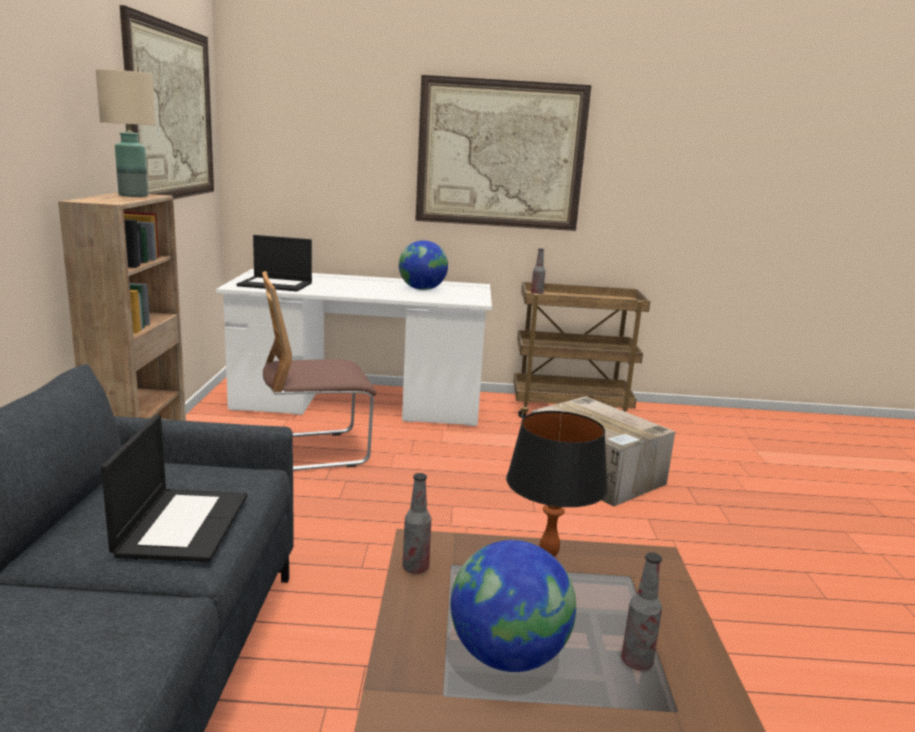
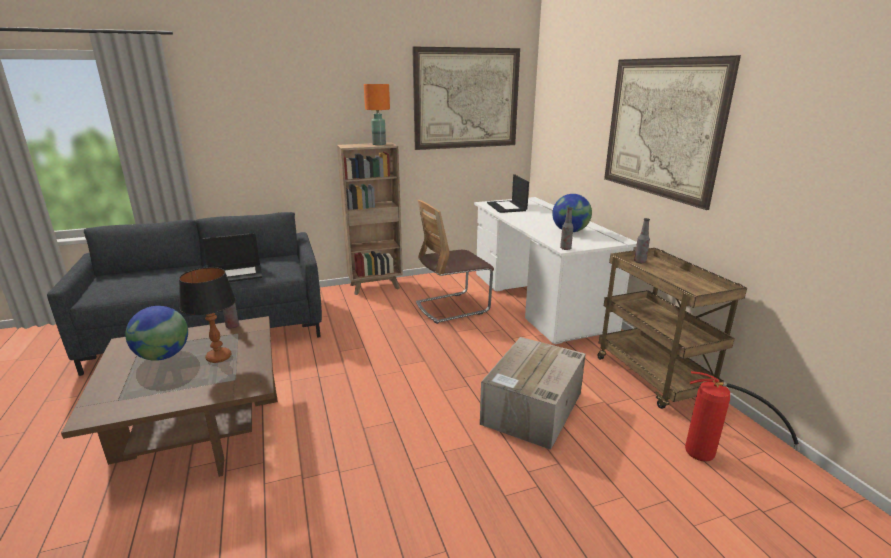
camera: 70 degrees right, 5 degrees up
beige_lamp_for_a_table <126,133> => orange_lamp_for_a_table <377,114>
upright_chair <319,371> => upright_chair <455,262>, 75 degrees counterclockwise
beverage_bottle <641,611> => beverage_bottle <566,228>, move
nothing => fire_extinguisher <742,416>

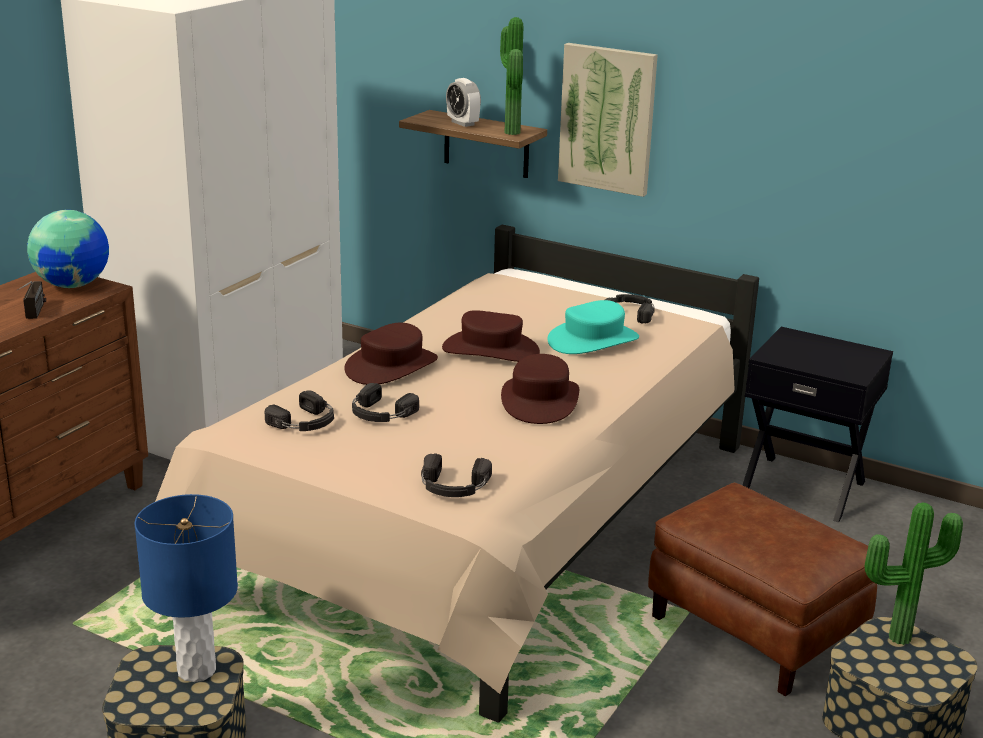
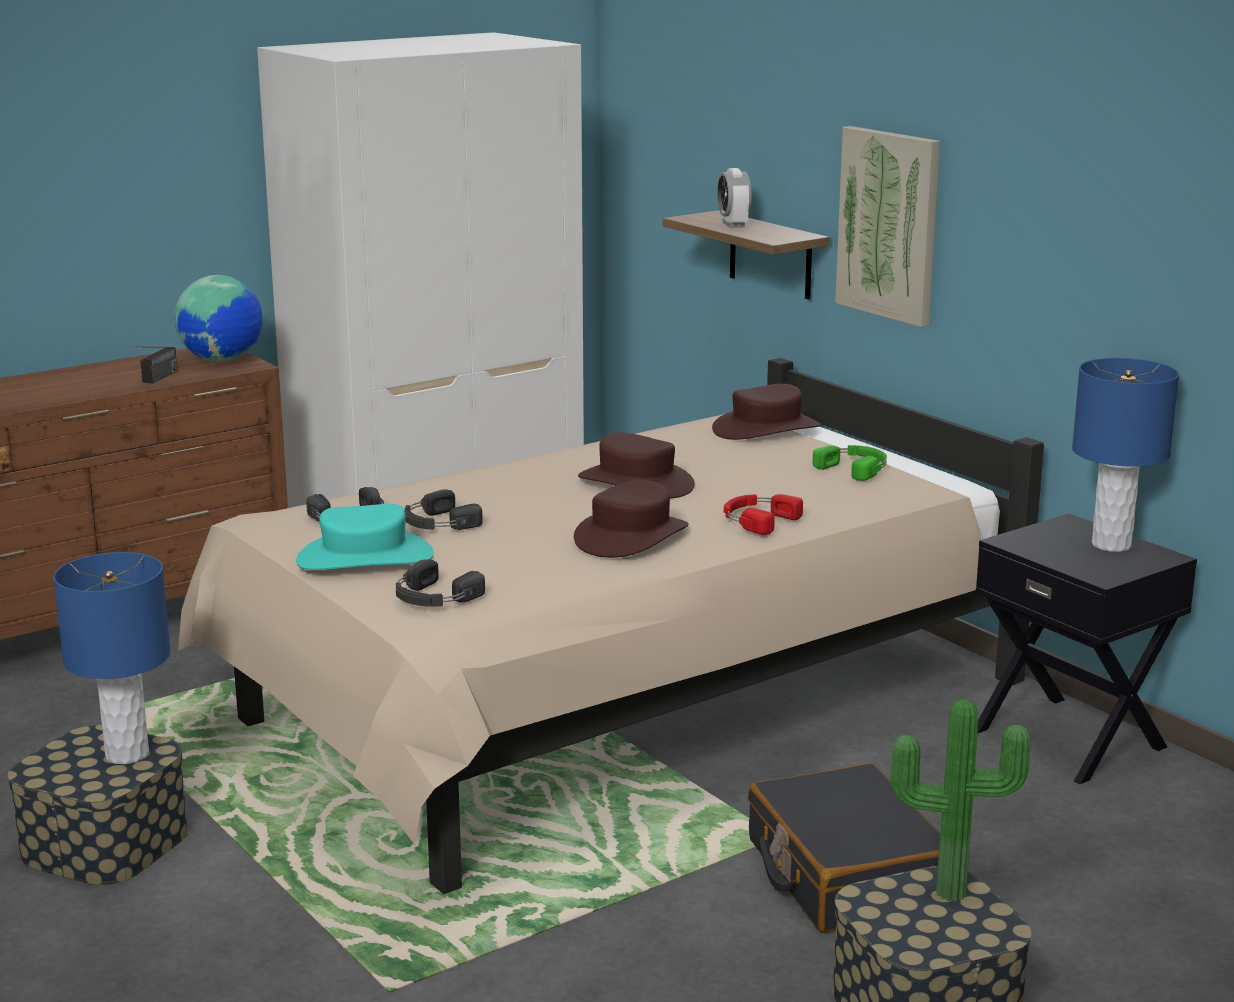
camera: 25 degrees right, 5 degrees down
potted_plant <511,76> => nothing
black-coloured_pair_of_headphones <630,309> => greenish_pair_of_headphones <850,463>
blue-green_clothing_hat <593,327> => blue-green_clothing_hat <365,537>, move
brown-coloured_clothing_hat <391,354> => brown-coloured_clothing_hat <766,412>, move
brown-coloured_pouffe <762,589> => black-coloured_travel_case <844,848>
nothing => blue-coloured_lamp_for_a_table <1125,455>
nothing => red-coloured_pair_of_headphones <763,514>

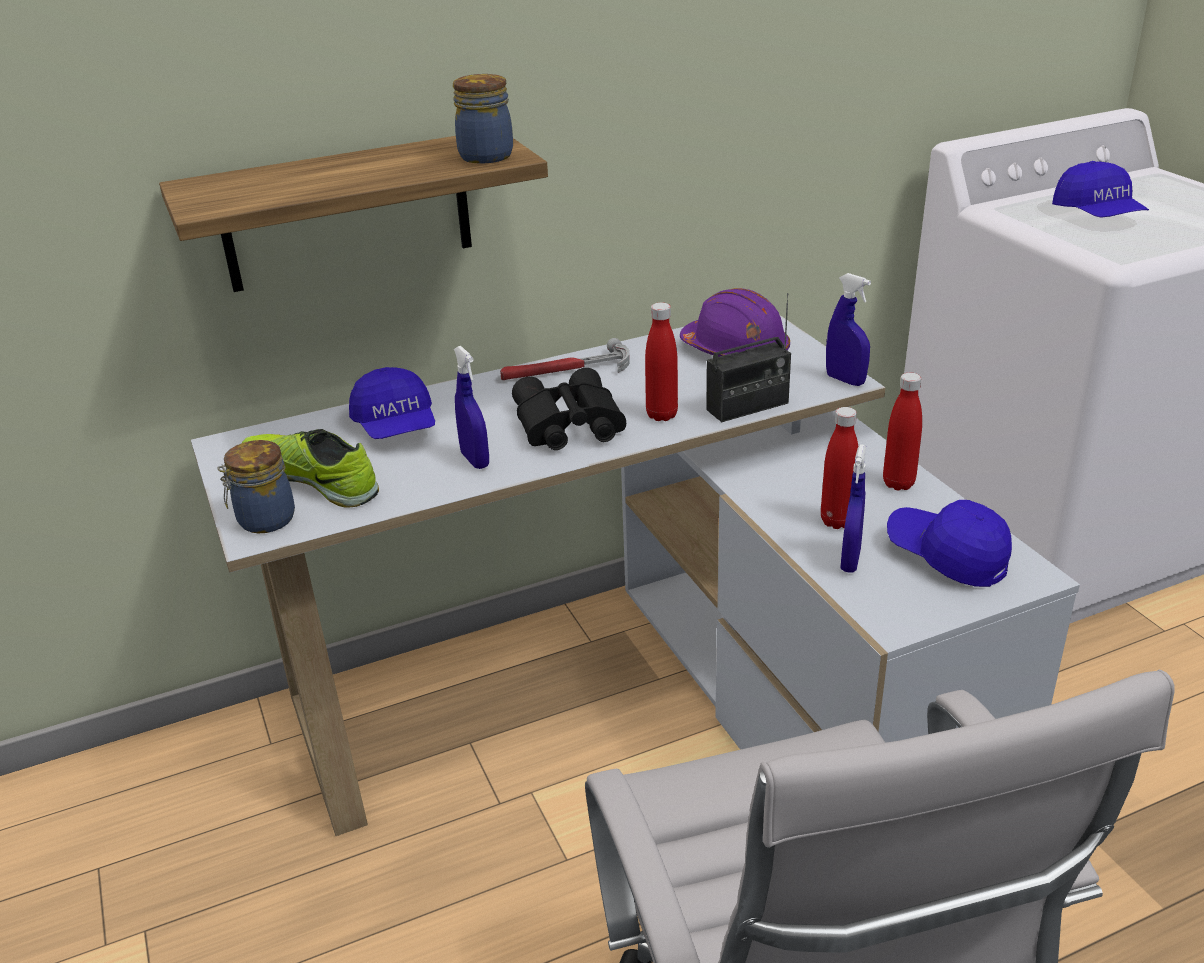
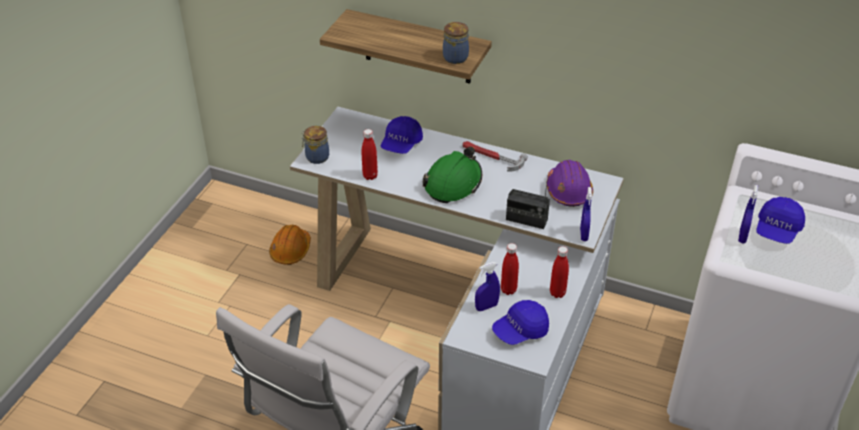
camera: 45 degrees right, 10 degrees up
red-coloured_beverage_bottle <661,361> => red-coloured_beverage_bottle <370,154>, move
blue-coloured_spray_bottle <471,407> => blue-coloured_spray_bottle <748,214>, move
black-coloured_pair_of_binoculars <569,409> => greenish_work_helmet <452,175>
item_of_footwear <310,468> => nothing
blue-coloured_cap <949,543> => blue-coloured_cap <520,322>, 120 degrees counterclockwise
nothing => orange_work_helmet <290,245>

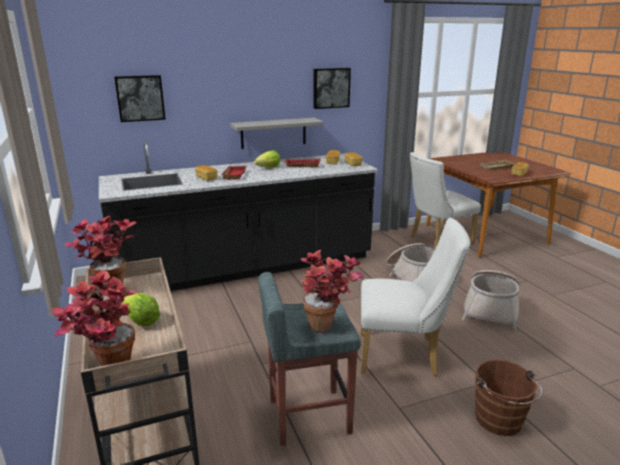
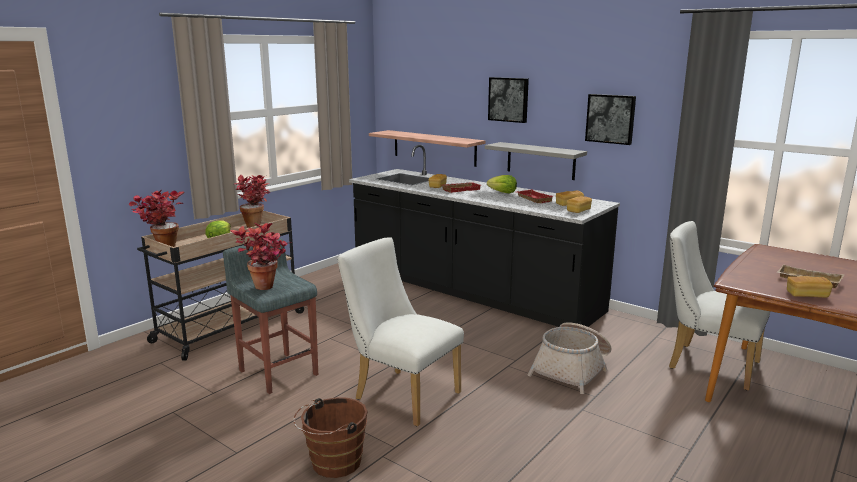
camera: 60 degrees right, 5 degrees down
wall_picture <140,98> => wall_picture <508,100>, move
white-coloured_upright_chair <415,297> => white-coloured_upright_chair <400,331>, 150 degrees clockwise
storage_basket <491,300> => nothing
nothing => wall_shelf <427,148>

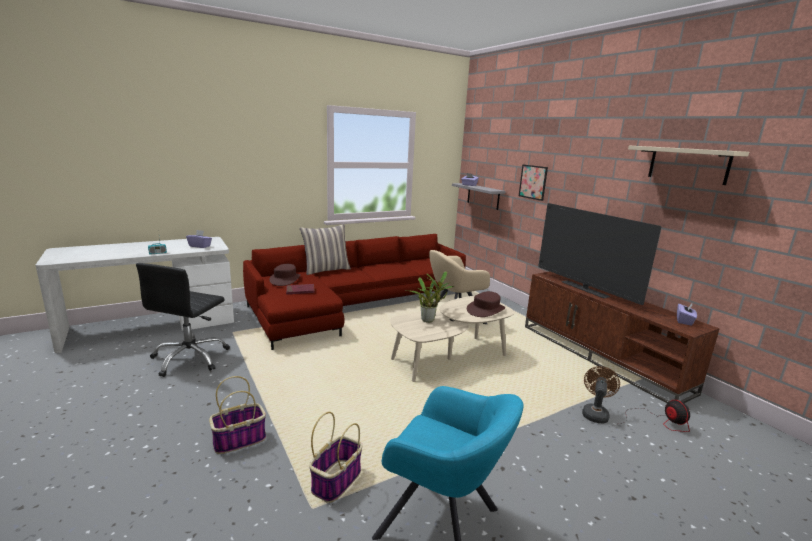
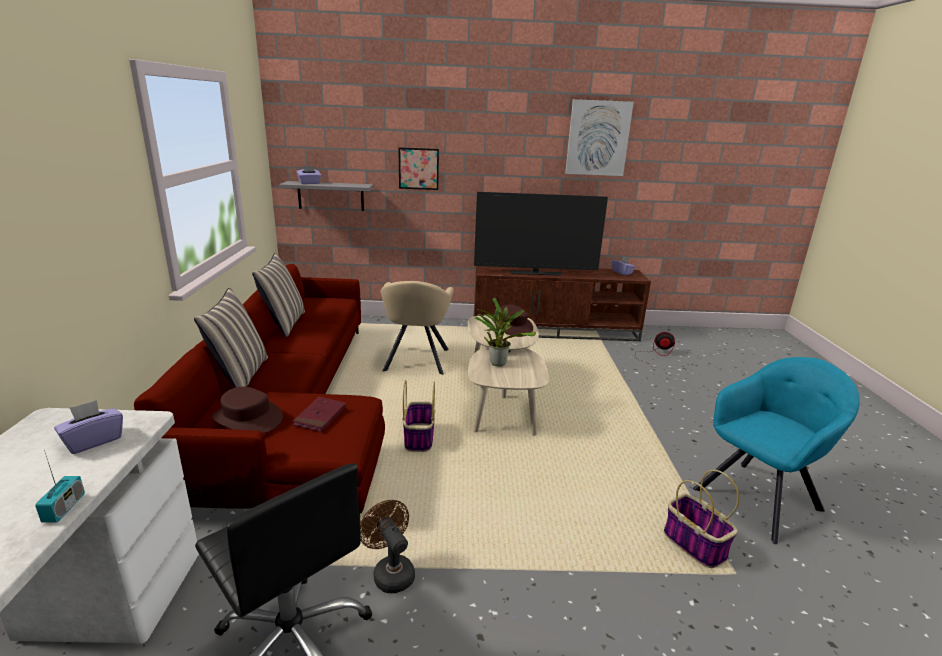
camera: 60 degrees left, 5 degrees up
beige_wall_shelf <688,165> => wall_picture <599,137>
brown-coloured_fan <601,394> => brown-coloured_fan <387,546>, move
storage_basket <237,415> => storage_basket <419,416>, move
nothing => throw_pillow <278,295>

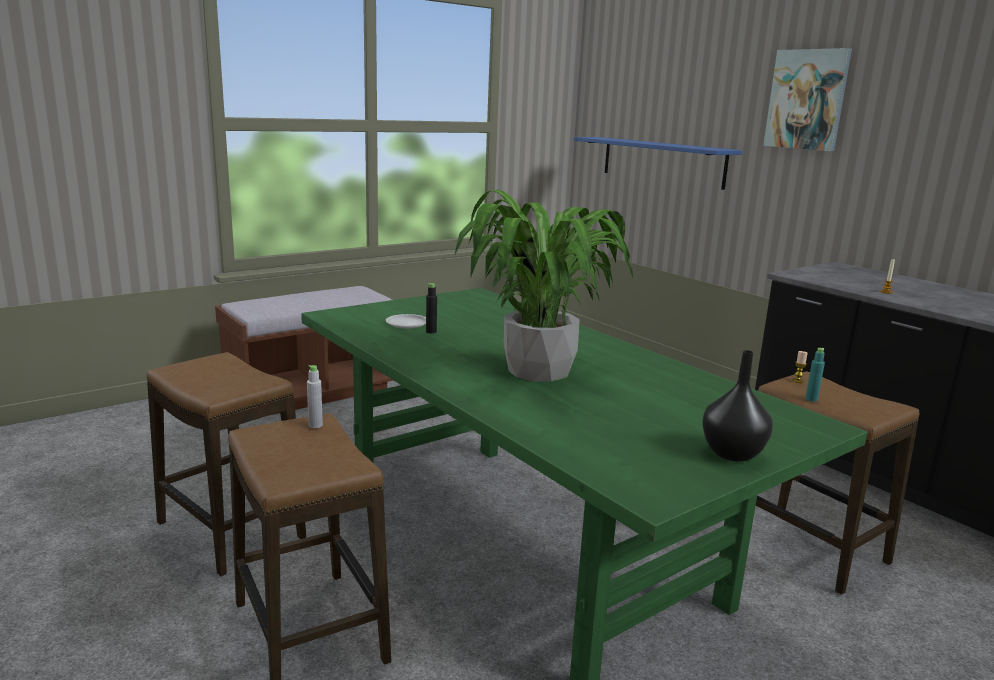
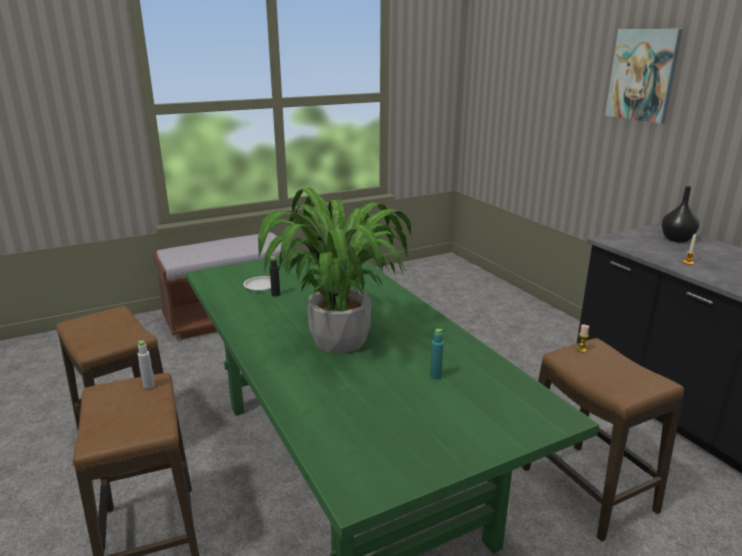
camera: 10 degrees right, 5 degrees up
blue-coloured_wall_shelf <658,163> => nothing
blue-green_beverage_bottle <815,375> => blue-green_beverage_bottle <437,354>, move
black-coloured_decorative_vase <737,406> => black-coloured_decorative_vase <680,214>, move

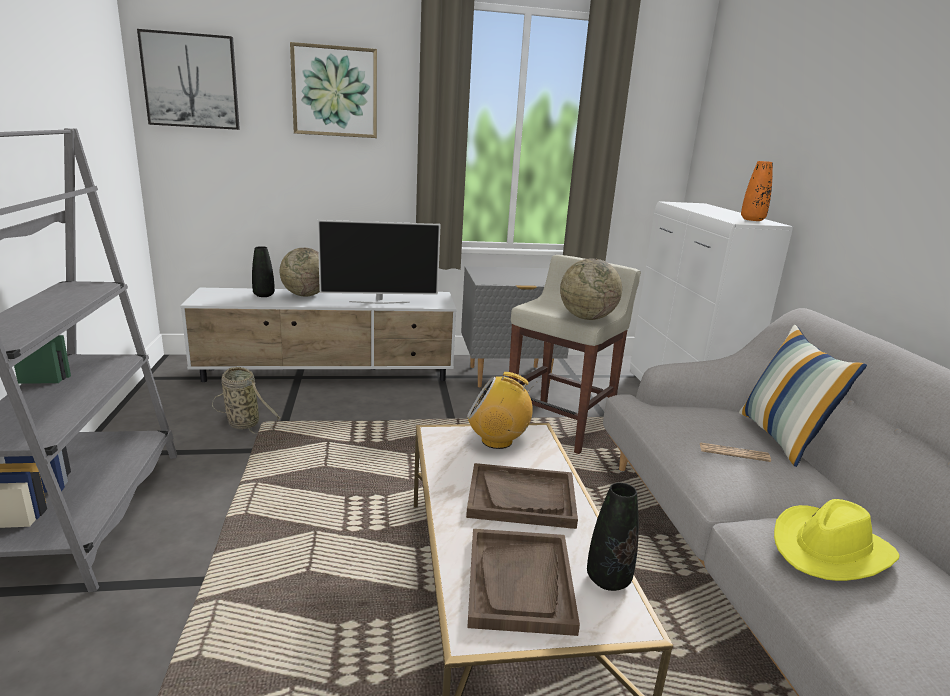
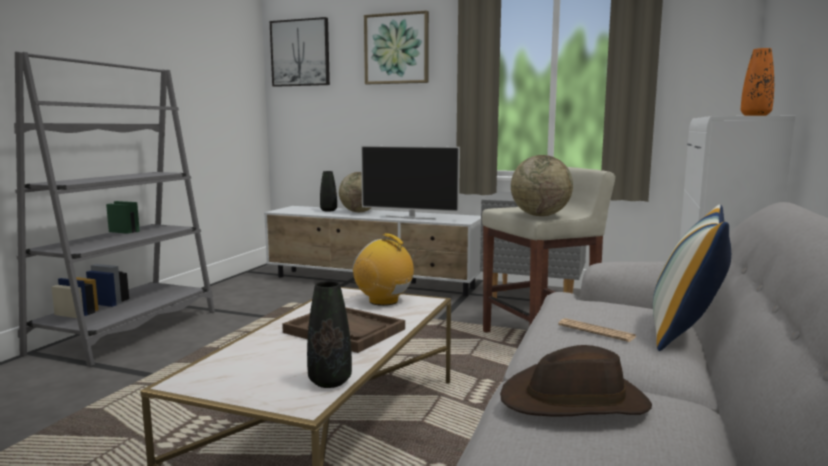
camera: 30 degrees right, 10 degrees down
storage_basket <246,400> => nothing
yellow_clothing_hat <837,540> => brown-coloured_clothing_hat <576,381>
brown-coloured_carrying_tray <523,582> => nothing

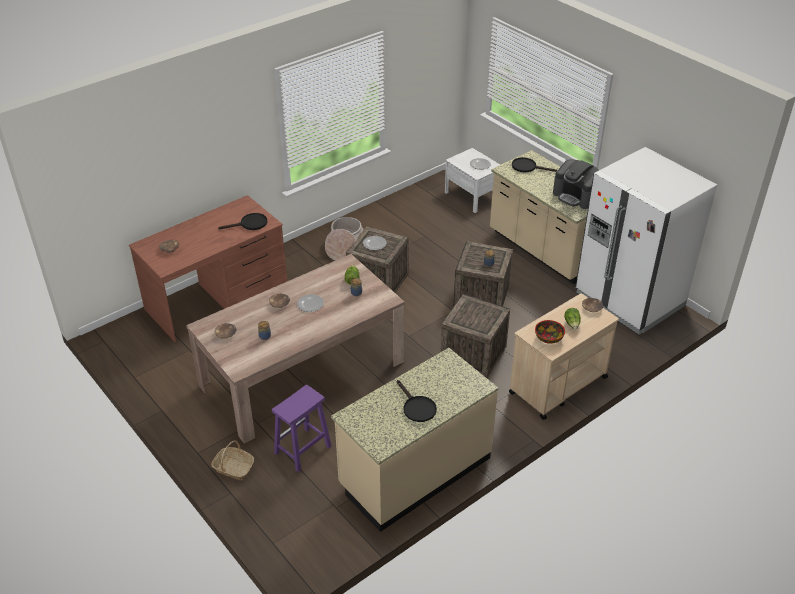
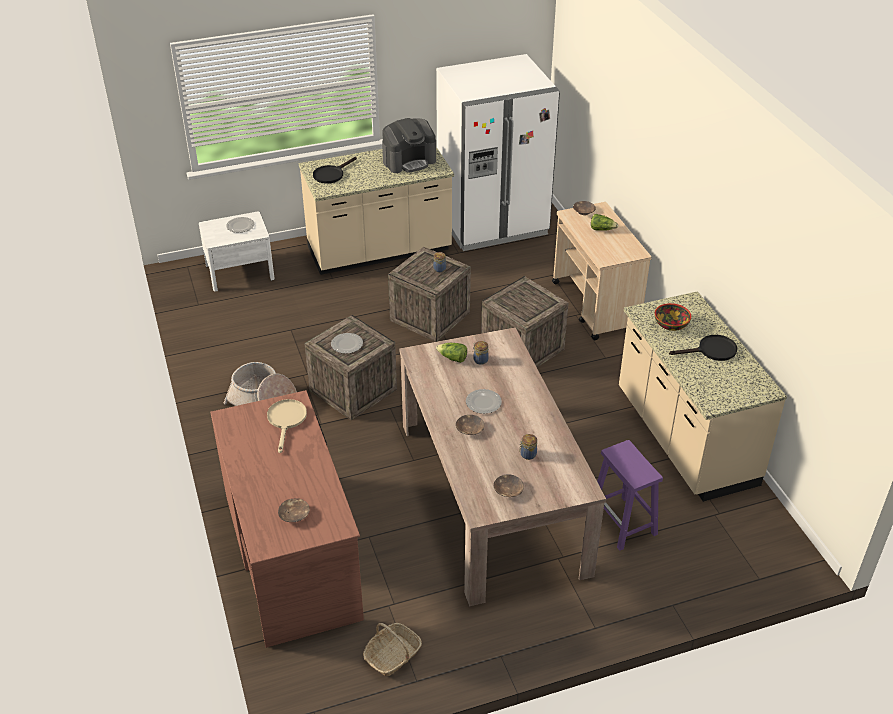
camera: 70 degrees left, 0 degrees up
black-coloured_frying_pan <242,221> => beige_frying_pan <287,426>
serving_bowl <550,332> => serving_bowl <673,317>, move
storage_basket <232,460> => storage_basket <392,649>, move

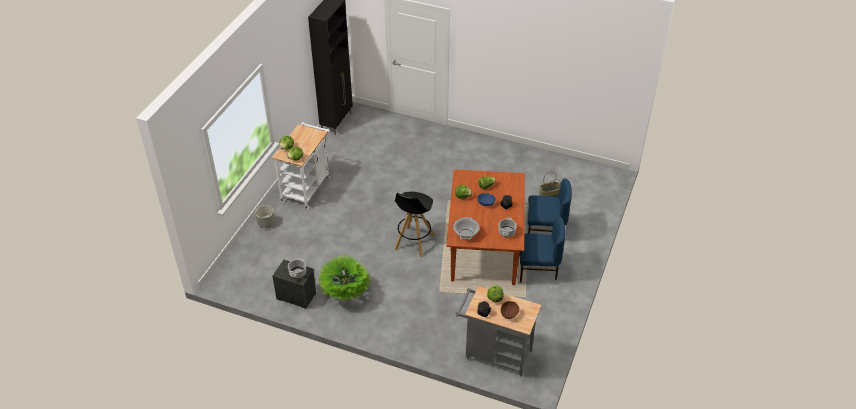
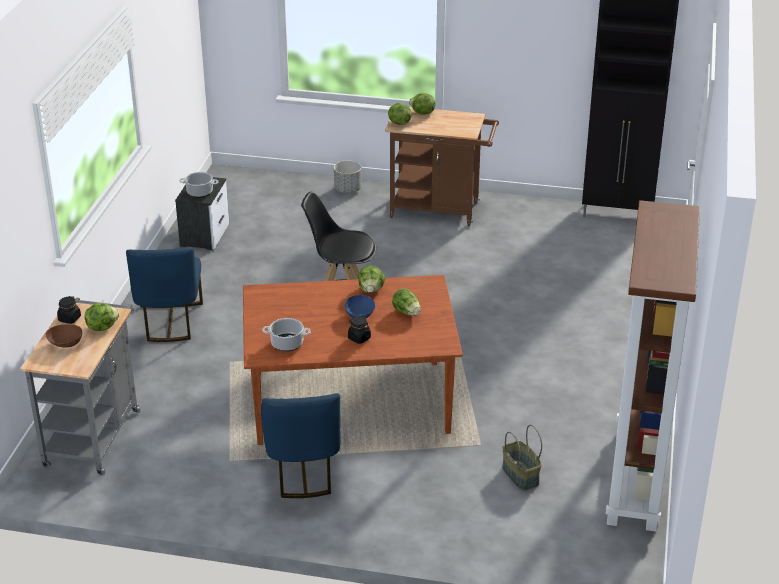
camera: 80 degrees right, 10 degrees down
white-coloured_cart <301,165> => brown-coloured_cart <442,166>
blue-coloured_upright_chair <550,205> => blue-coloured_upright_chair <164,294>, move
cooking_pot <466,228> => nothing
potted_plant <345,278> => nothing
nothing => brown-coloured_shelving_unit <653,366>

